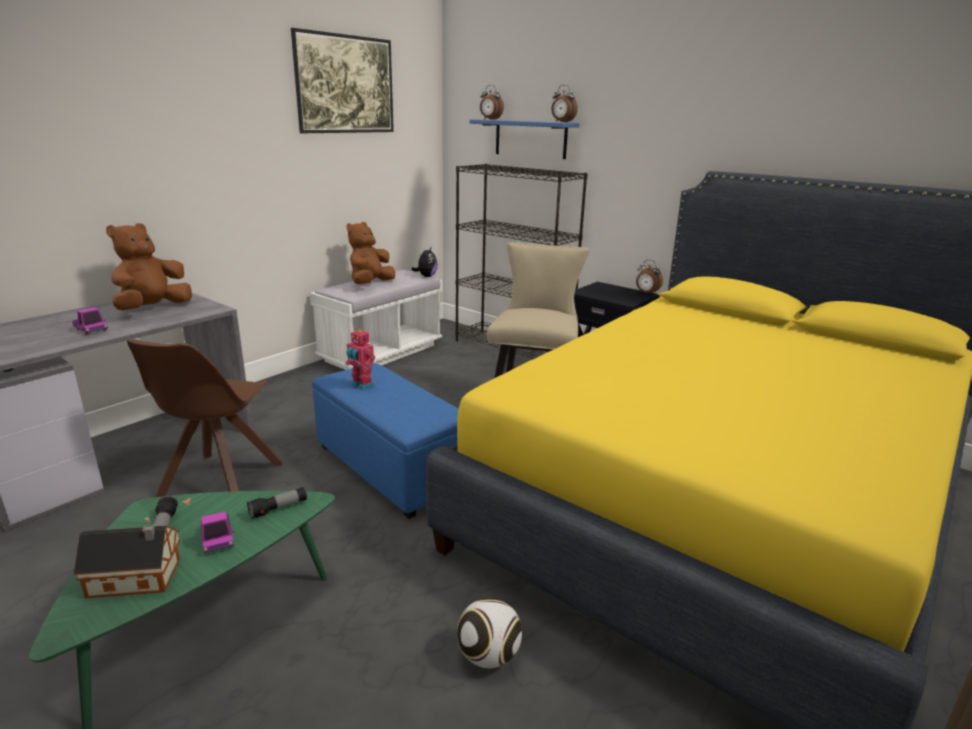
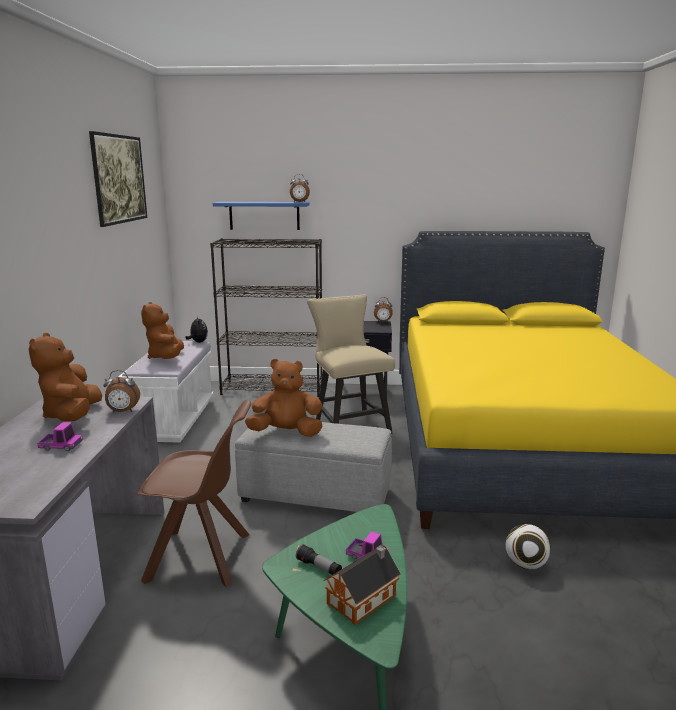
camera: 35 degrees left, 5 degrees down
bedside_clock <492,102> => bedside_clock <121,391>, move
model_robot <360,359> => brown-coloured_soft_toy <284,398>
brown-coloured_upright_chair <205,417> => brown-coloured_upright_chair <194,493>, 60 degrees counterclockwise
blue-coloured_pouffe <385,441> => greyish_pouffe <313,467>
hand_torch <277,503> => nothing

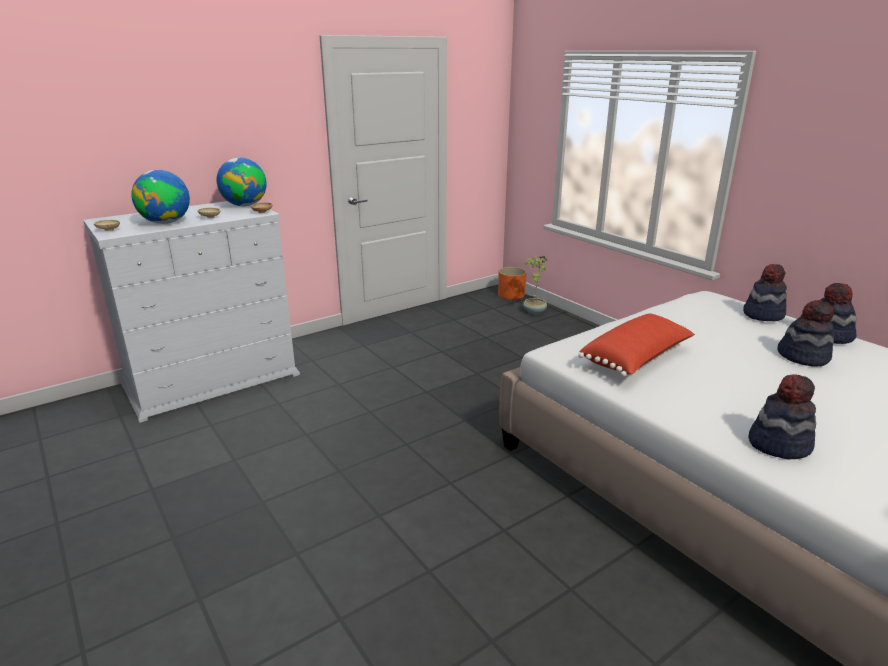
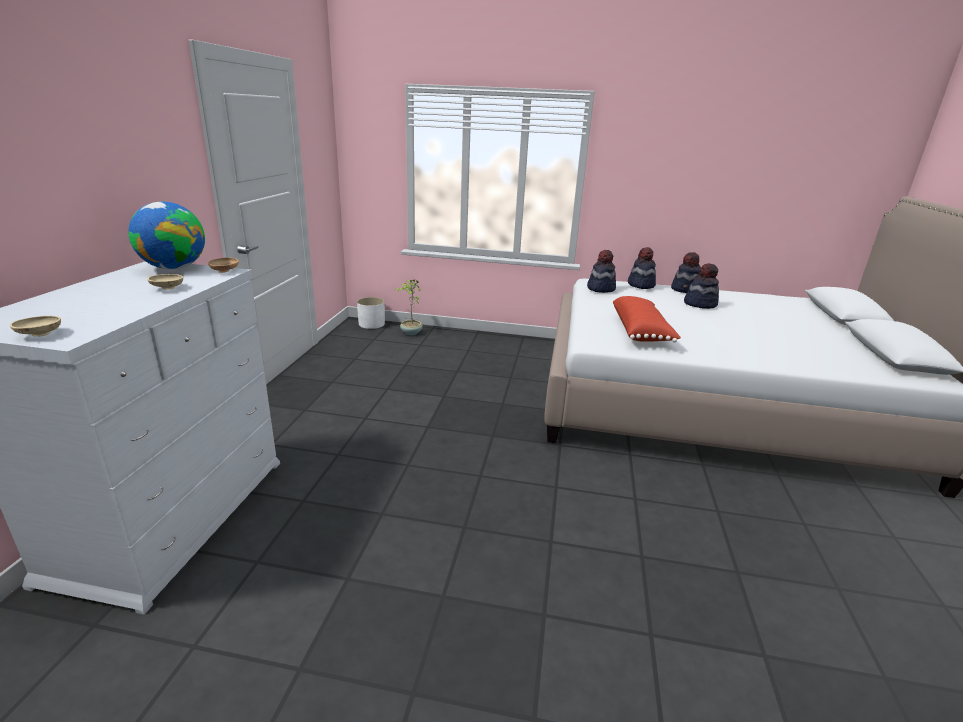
camera: 45 degrees left, 0 degrees up
globe <160,197> => nothing
orange_plant_pot <512,283> => white-coloured_plant_pot <371,313>
clothing_hat <782,416> => clothing_hat <601,271>, move

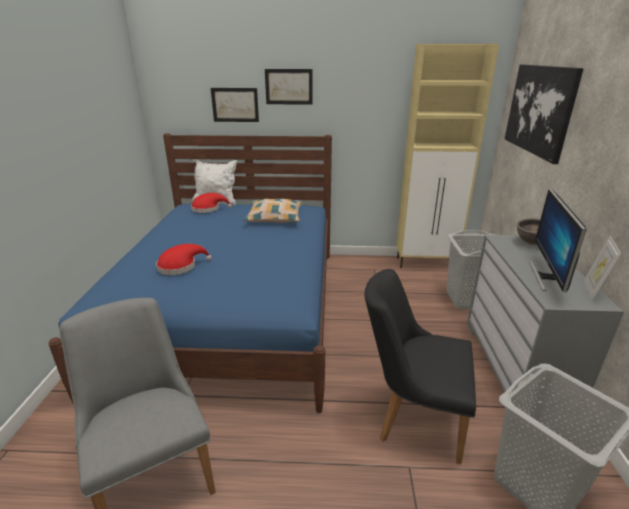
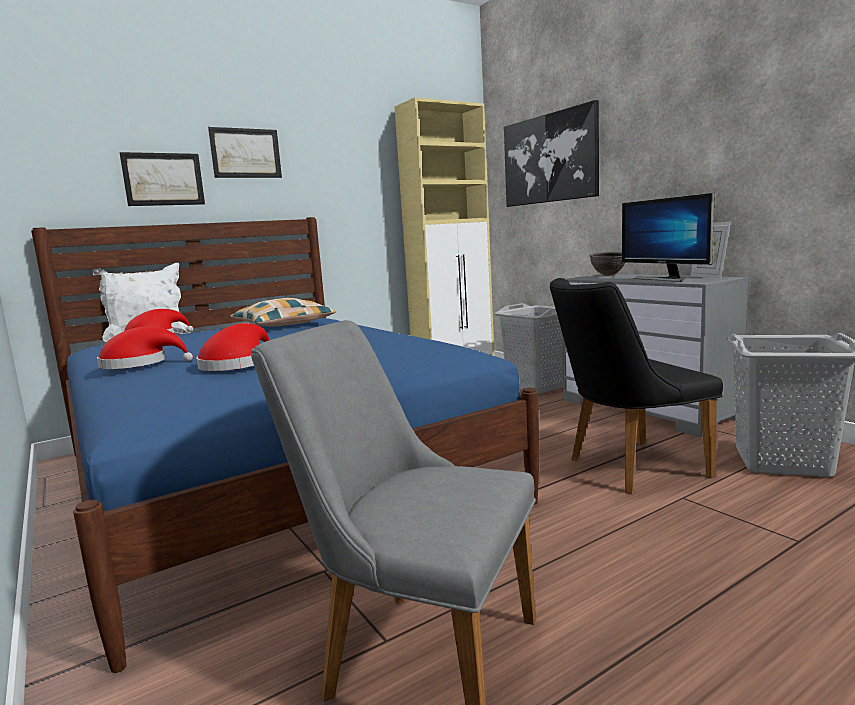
camera: 35 degrees left, 15 degrees down
nothing => red-coloured_clothing_hat <145,348>

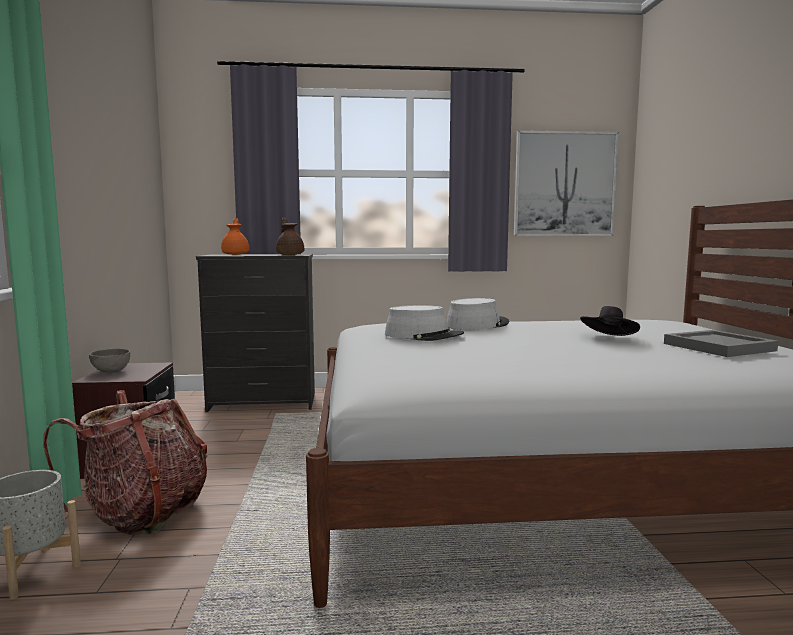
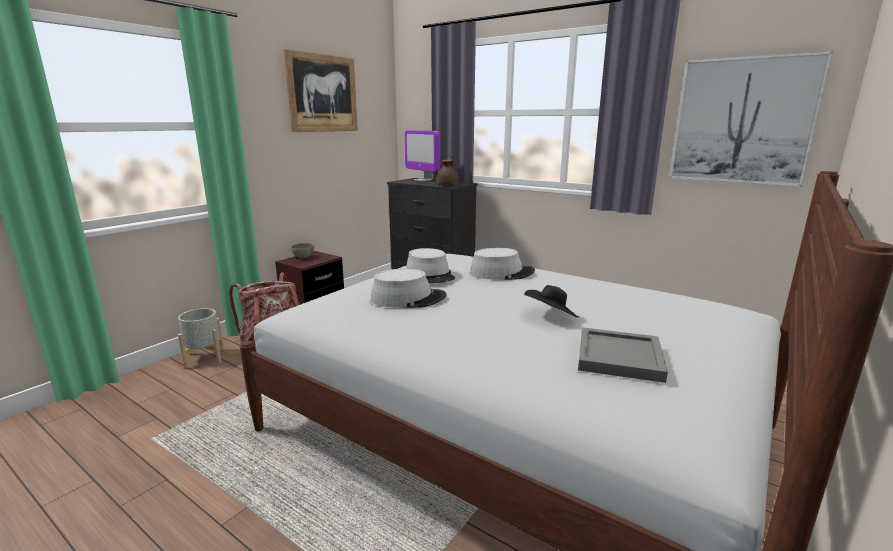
camera: 40 degrees right, 10 degrees up
orange_tea_pot <235,236> => computer_display <422,155>
nothing => wall_picture <321,90>
nothing => greyish_clothing_hat <408,288>

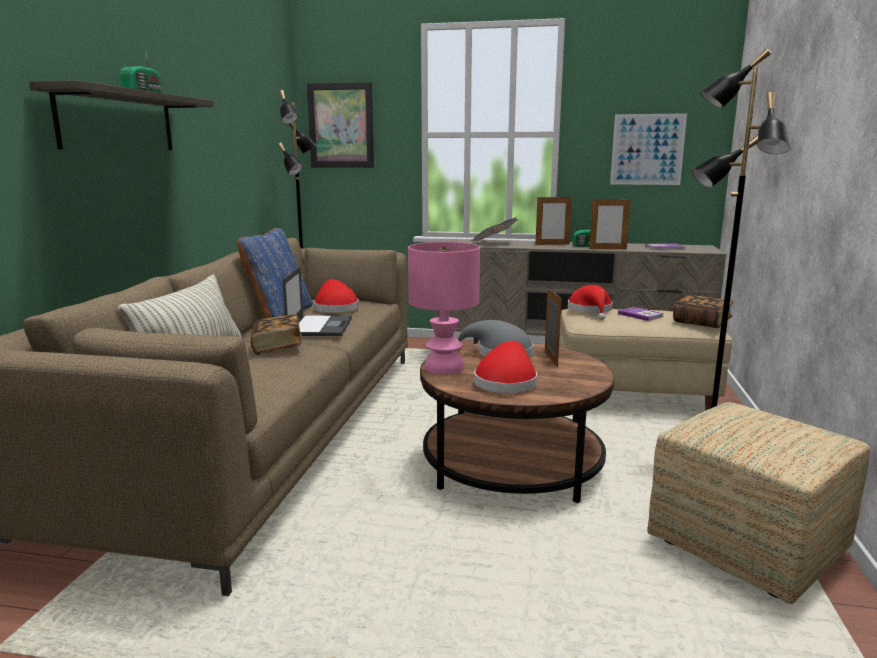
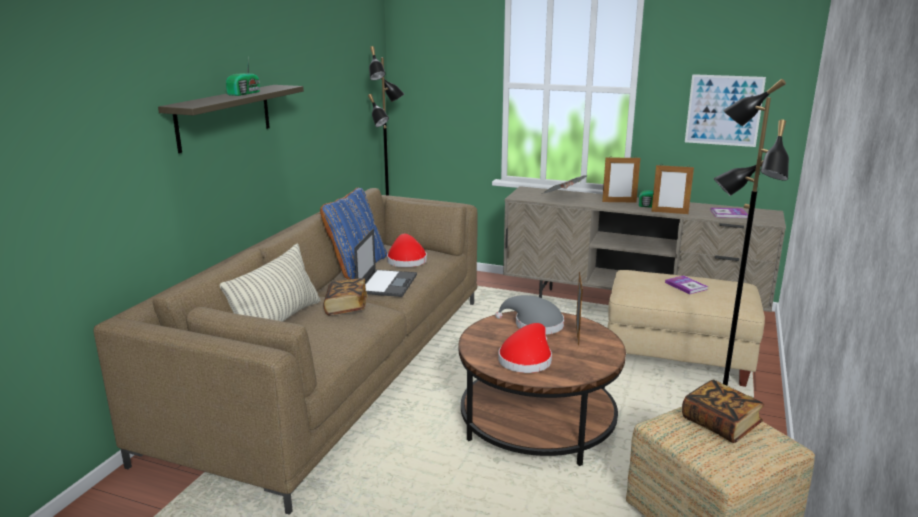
camera: 10 degrees right, 5 degrees up
wall_picture <340,125> => nothing
pink-coloured_lamp_for_a_table <444,308> => nothing
red-coloured_clothing_hat <590,302> => nothing
book <703,311> => book <723,411>, move

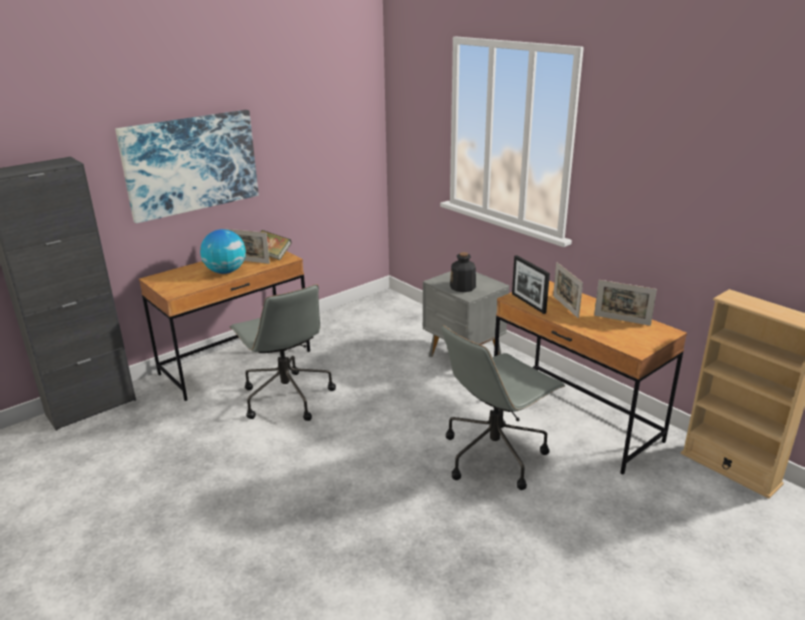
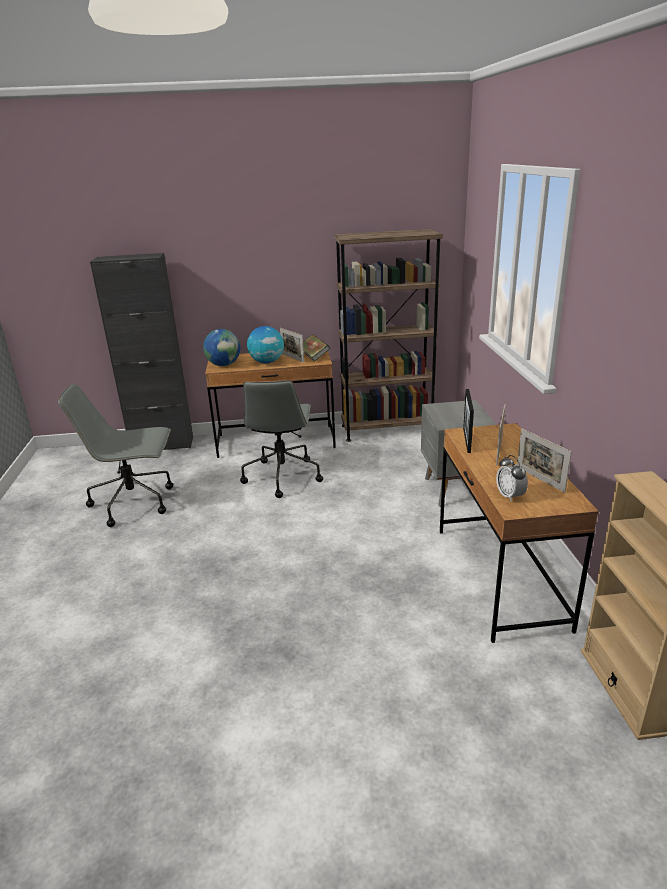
camera: 35 degrees right, 0 degrees up
wall_picture <187,166> => nothing
beverage_bottle <463,272> => nothing
greyish_computer_chair <503,407> => greyish_computer_chair <115,455>, move
nothing => brown-coloured_shelving_unit <388,335>
nothing => globe <221,347>
nothing => bedside_clock <512,478>

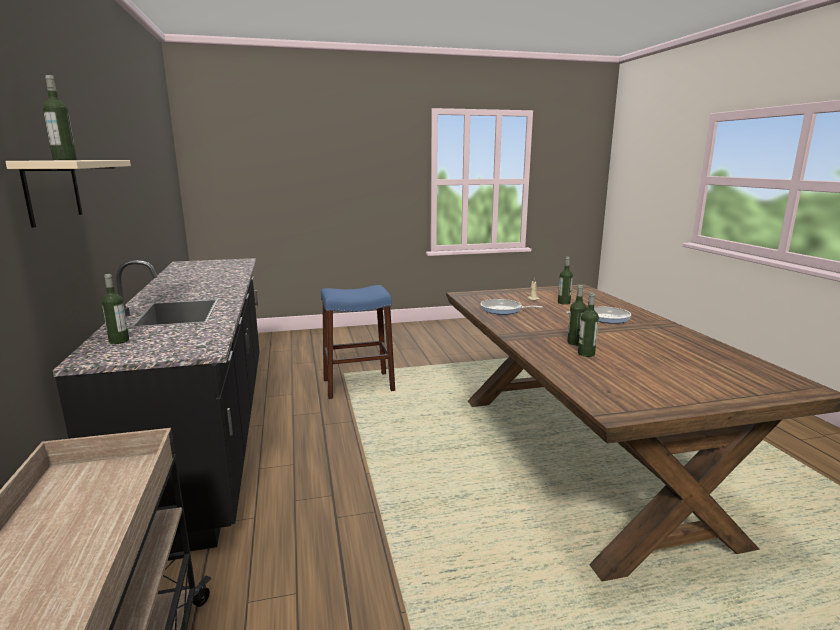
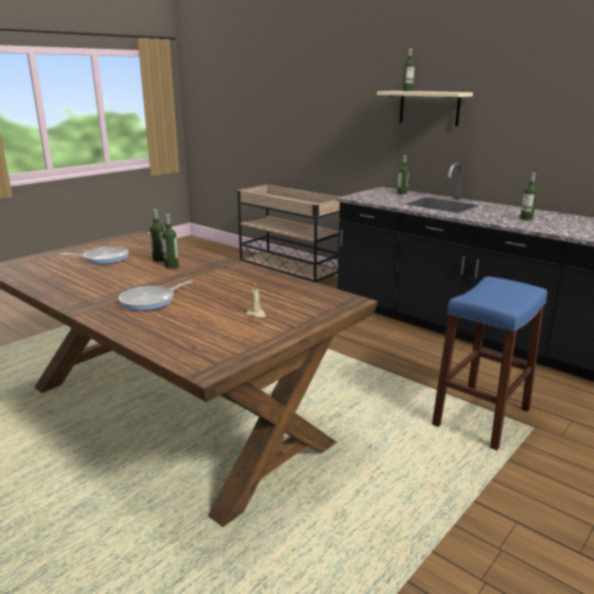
camera: 145 degrees right, 5 degrees up
beverage_bottle <565,281> => beverage_bottle <528,196>, move
frying_pan <511,307> => frying_pan <94,255>, move

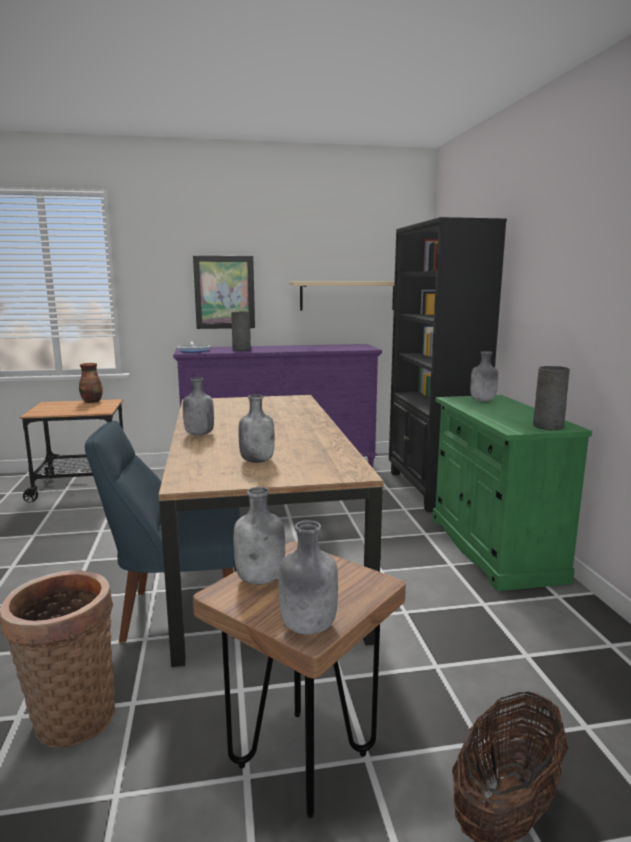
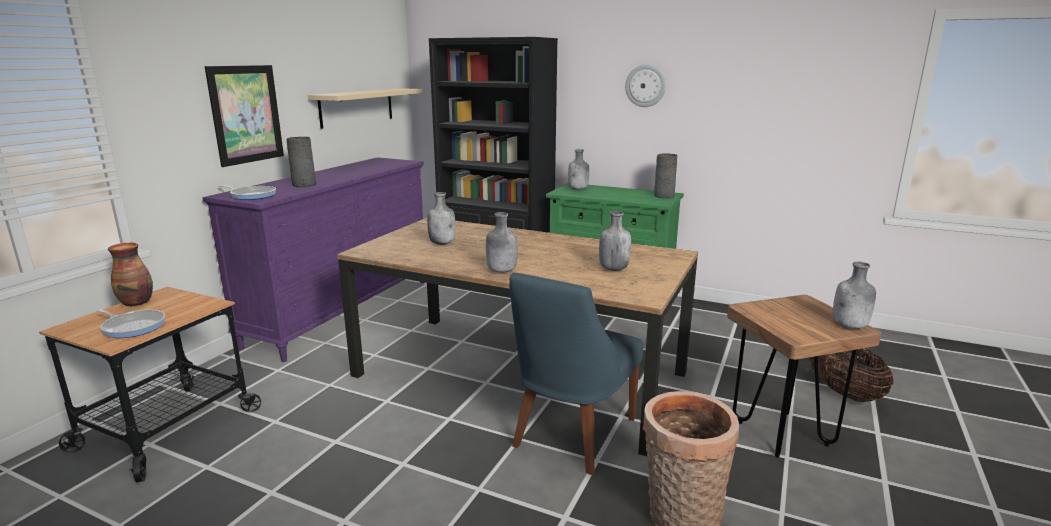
camera: 55 degrees left, 5 degrees up
greyish_beverage_bottle <259,536> => greyish_beverage_bottle <441,218>, move
nothing => clock_on_the_wall <645,85>
nothing => frying_pan <130,323>

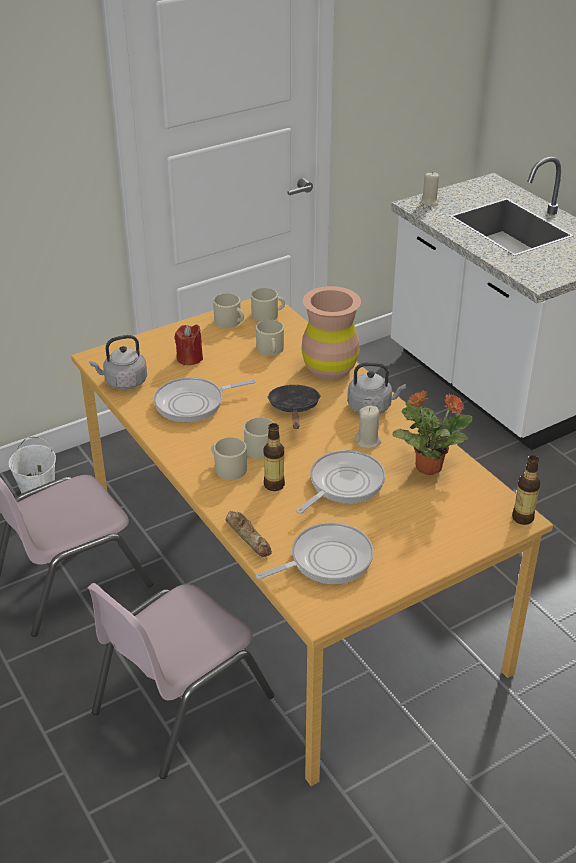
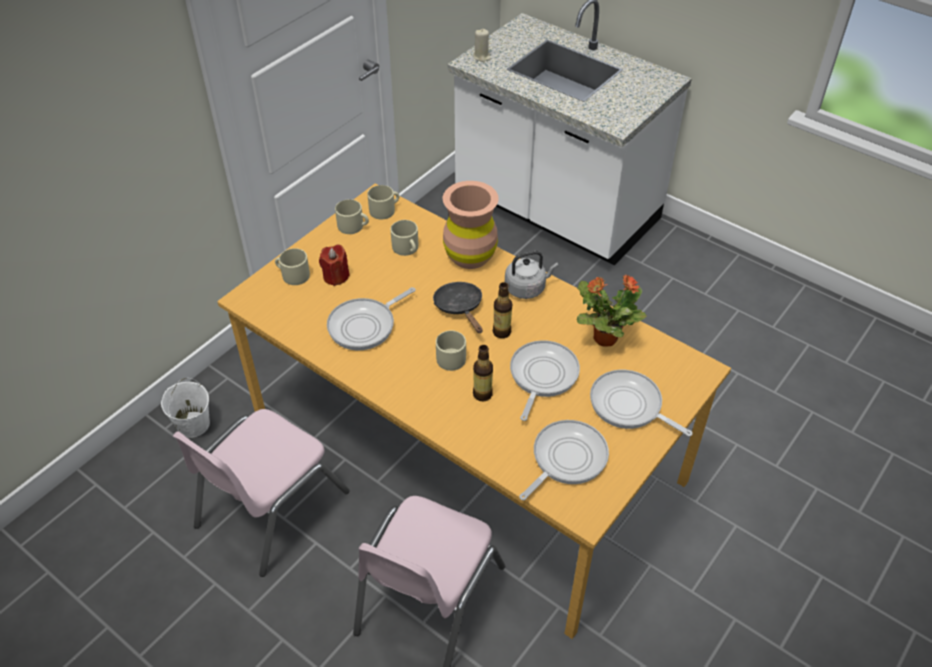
camera: 20 degrees left, 10 degrees up
greyish_tea_kettle <118,362> => nothing
beige_wax_light <368,427> => nothing
beige_coffee_mug <229,458> => beige_coffee_mug <292,266>, move
beverage_bottle <526,490> => beverage_bottle <502,310>, move
bread <249,534> => nothing
nothing => frying_pan <641,403>

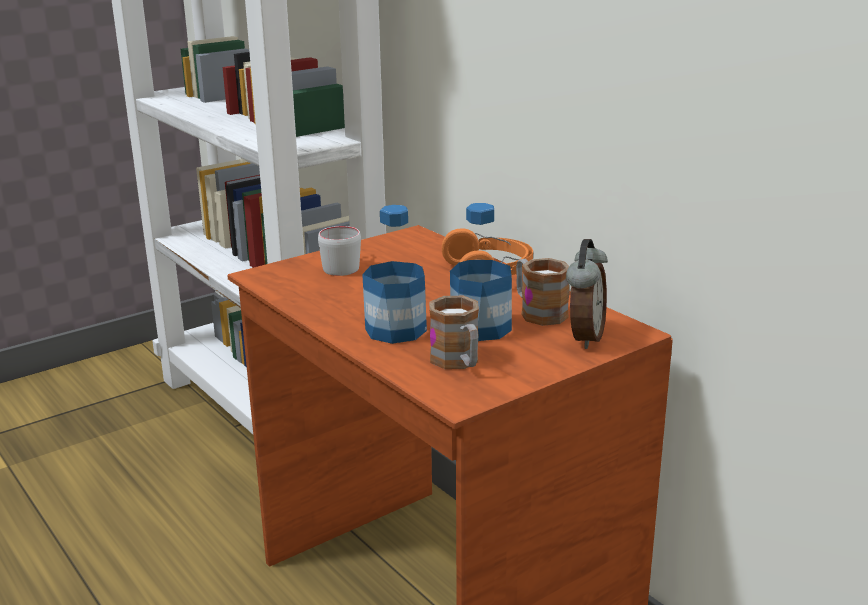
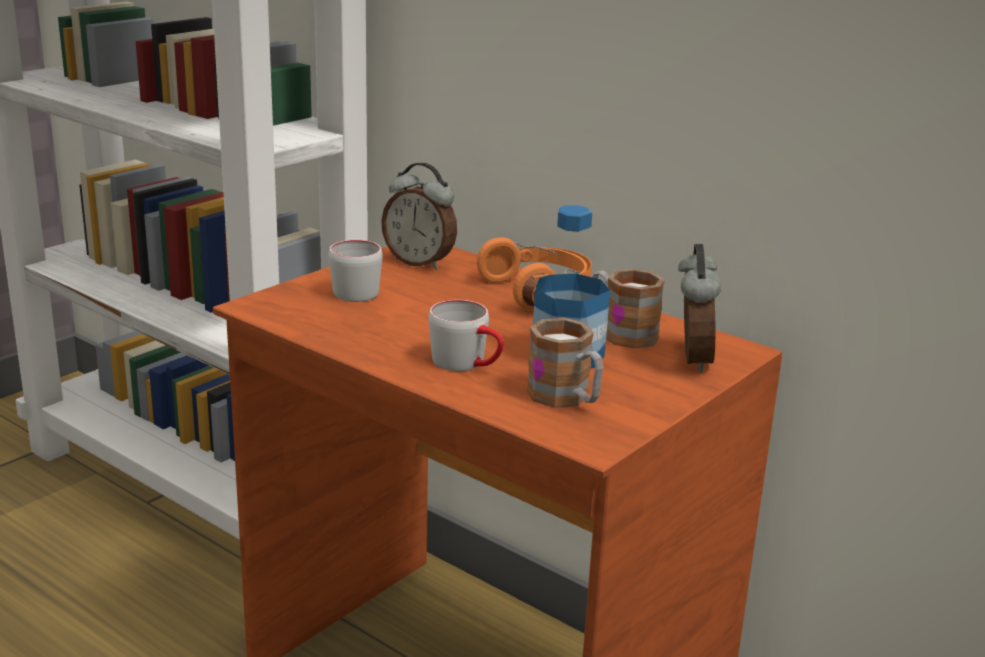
camera: 15 degrees left, 0 degrees up
beverage_bottle <394,274> => greyish_coffee_mug <466,335>
nothing => bedside_clock <419,216>

